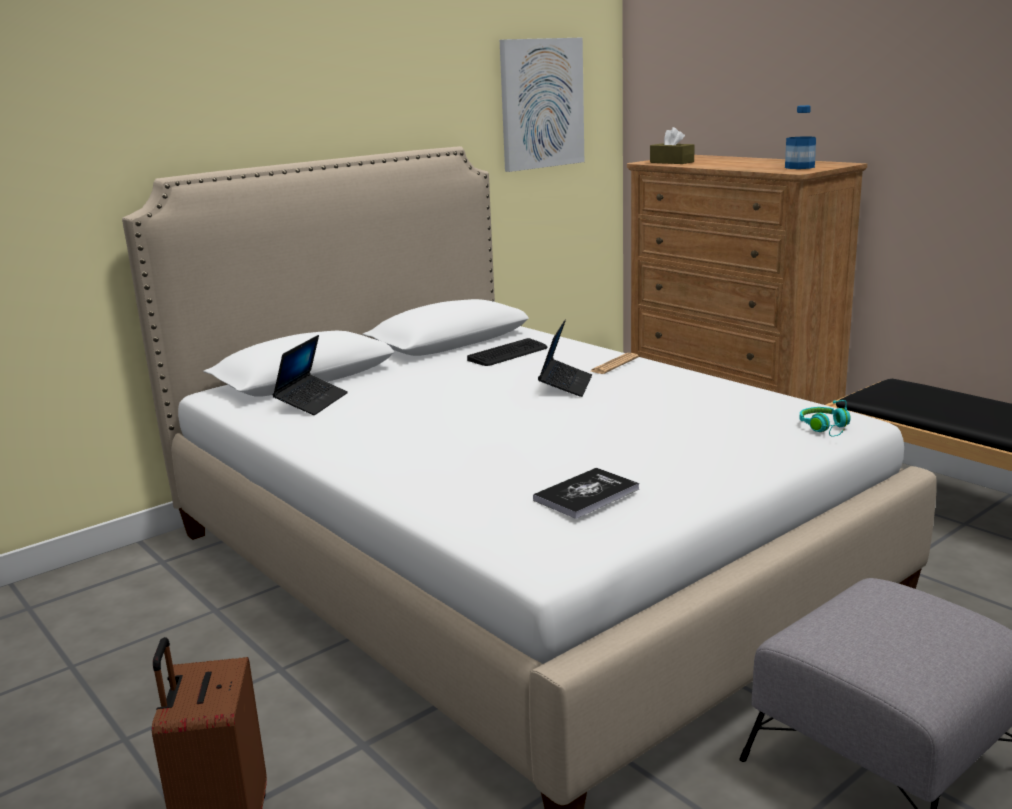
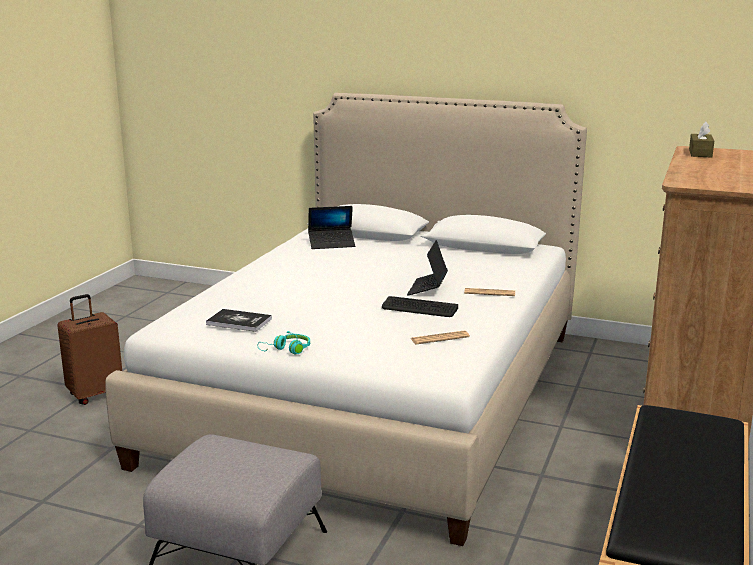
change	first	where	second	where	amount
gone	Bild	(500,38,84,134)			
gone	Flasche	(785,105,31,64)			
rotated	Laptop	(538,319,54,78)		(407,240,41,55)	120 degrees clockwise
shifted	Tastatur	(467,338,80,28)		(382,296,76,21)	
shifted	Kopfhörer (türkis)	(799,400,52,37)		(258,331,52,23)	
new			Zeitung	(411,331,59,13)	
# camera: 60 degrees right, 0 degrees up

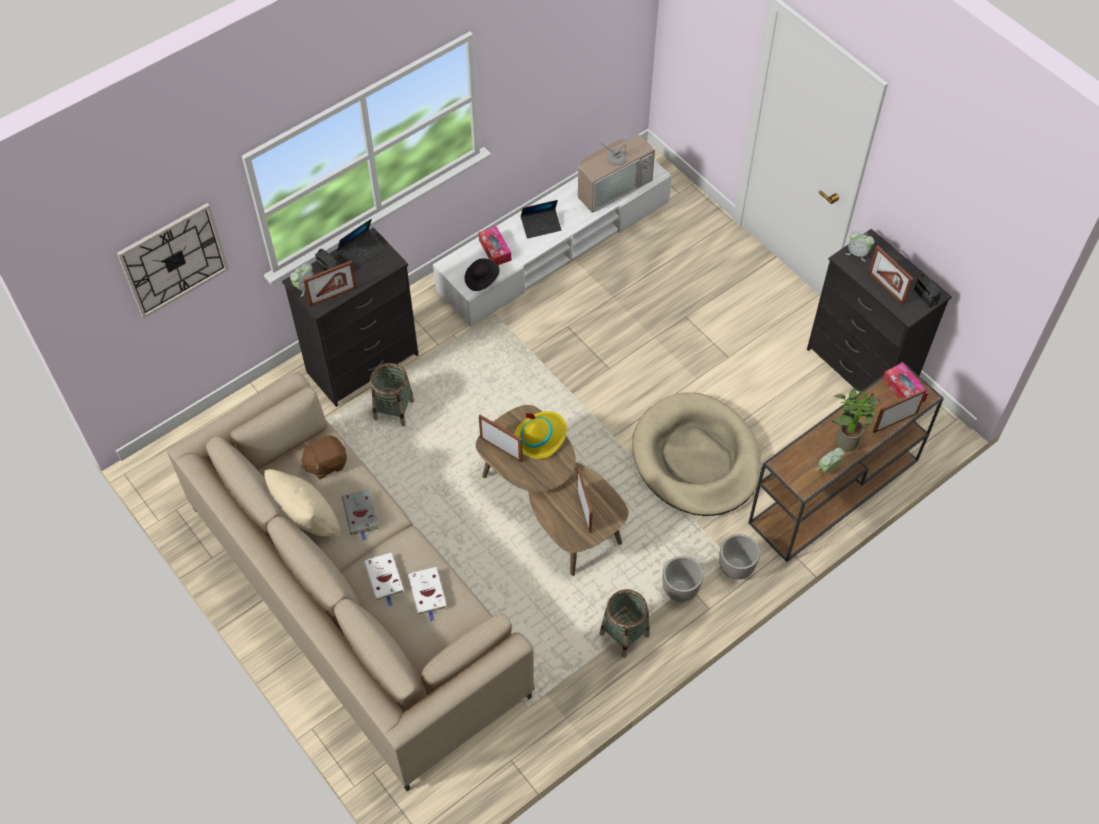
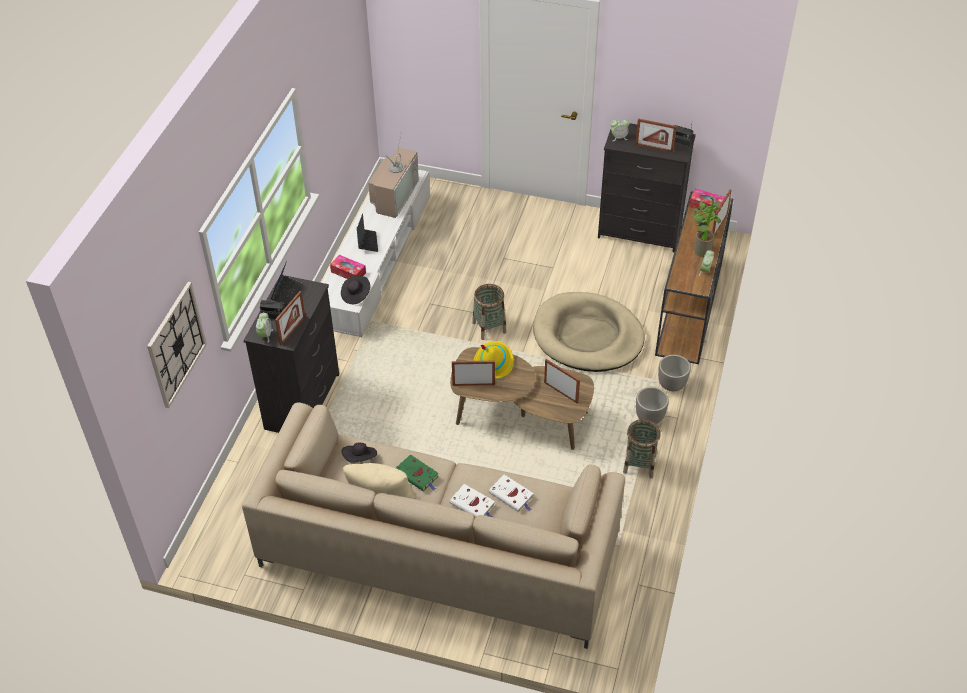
change	first	where	second	where	amount
rotated	Laptop	(521,200,41,39)		(357,214,21,38)	45 degrees counterclockwise
shifted	Korb	(370,363,44,63)		(472,284,35,56)	
swapped	Plüschtier (braun)	(301,436,46,43)	Hut (schwarz)	(342,443,35,20)	
repainted	Buch (grau)	(342,489,37,52)	Buch (grün)	(396,454,43,37)	
# camera: 35 degrees left, 10 degrees down

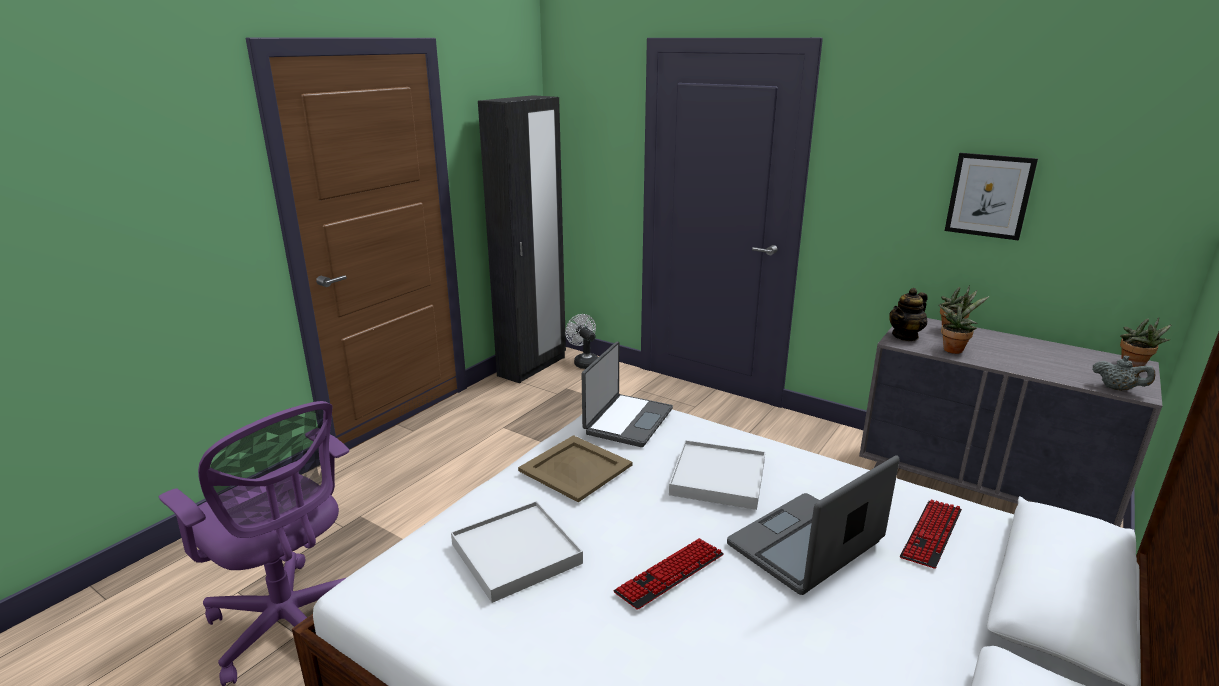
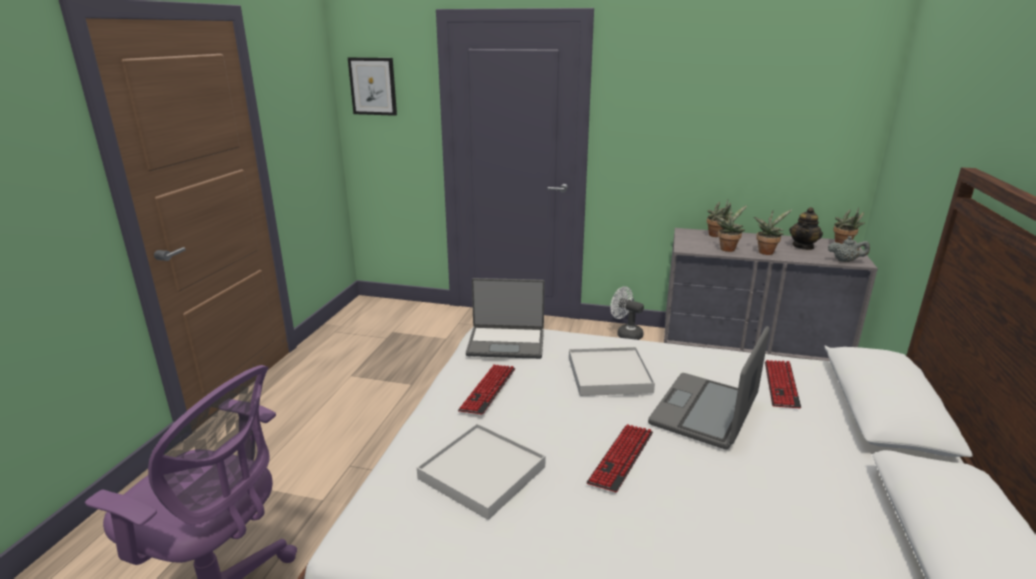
change	first	where	second	where	amount
gone	Kleiderschrank (schwarz)	(478,95,88,288)			
shifted	Bild	(945,153,93,88)		(348,57,49,59)	
shifted	Teekanne	(889,288,38,53)		(789,207,34,43)	
shifted	Ventilator (weiß)	(565,314,33,55)		(610,286,34,54)	
rotated	Laptop	(582,341,91,106)		(466,278,79,81)	90 degrees clockwise
swapped	Tablett (beige)	(518,435,114,67)	Tastatur	(458,365,57,50)	
new			Topfpflanze	(754,209,38,46)	
# camera: 20 degrees left, 0 degrees up

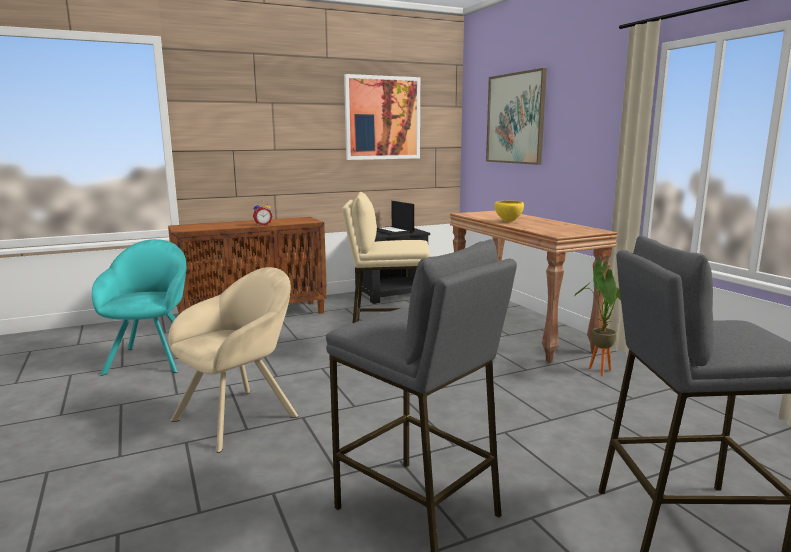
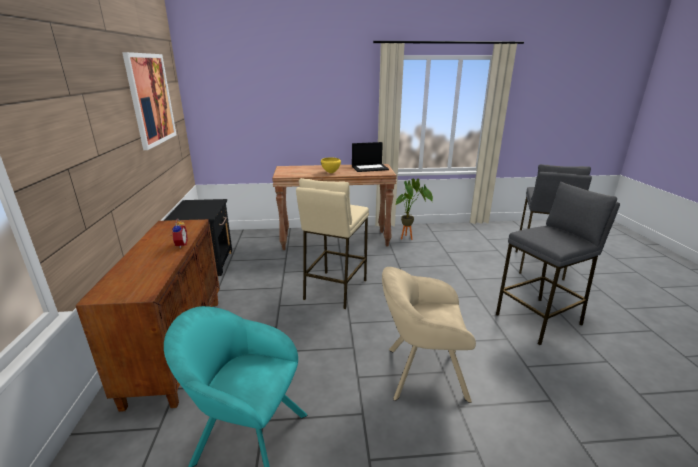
change	first	where	second	where	amount
gone	Bild	(486,68,61,97)			
shifted	Laptop	(377,201,37,34)		(352,142,37,30)	
rotated	Sessel (beige)	(168,267,130,186)		(382,267,94,136)	60 degrees counterclockwise
# camera: 70 degrees left, 10 degrees up

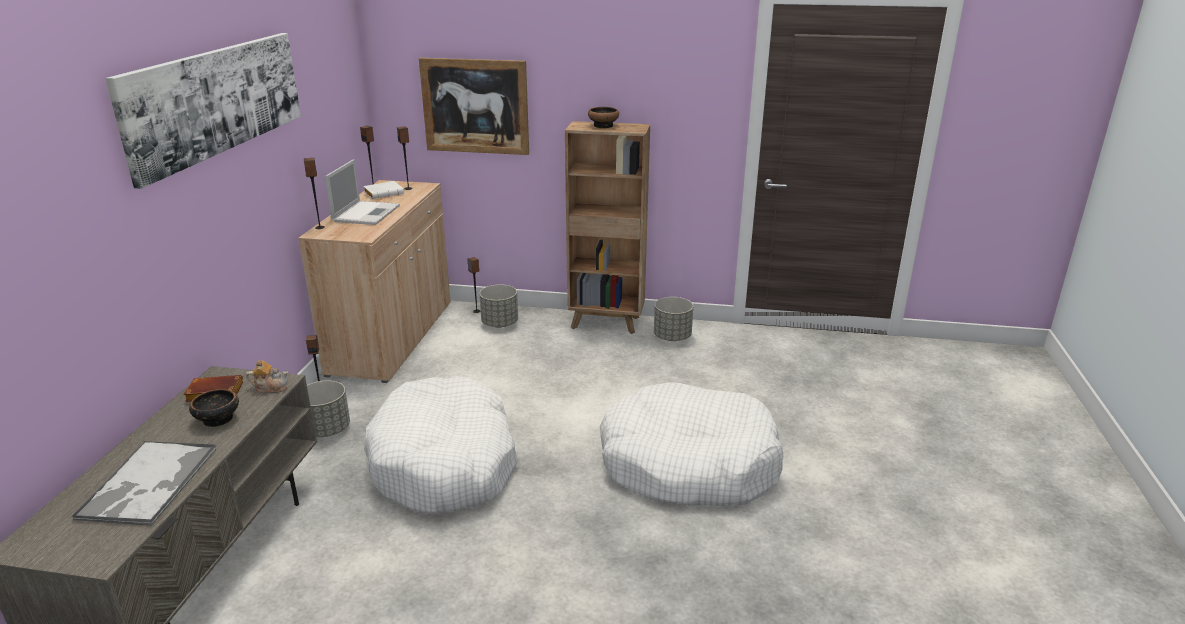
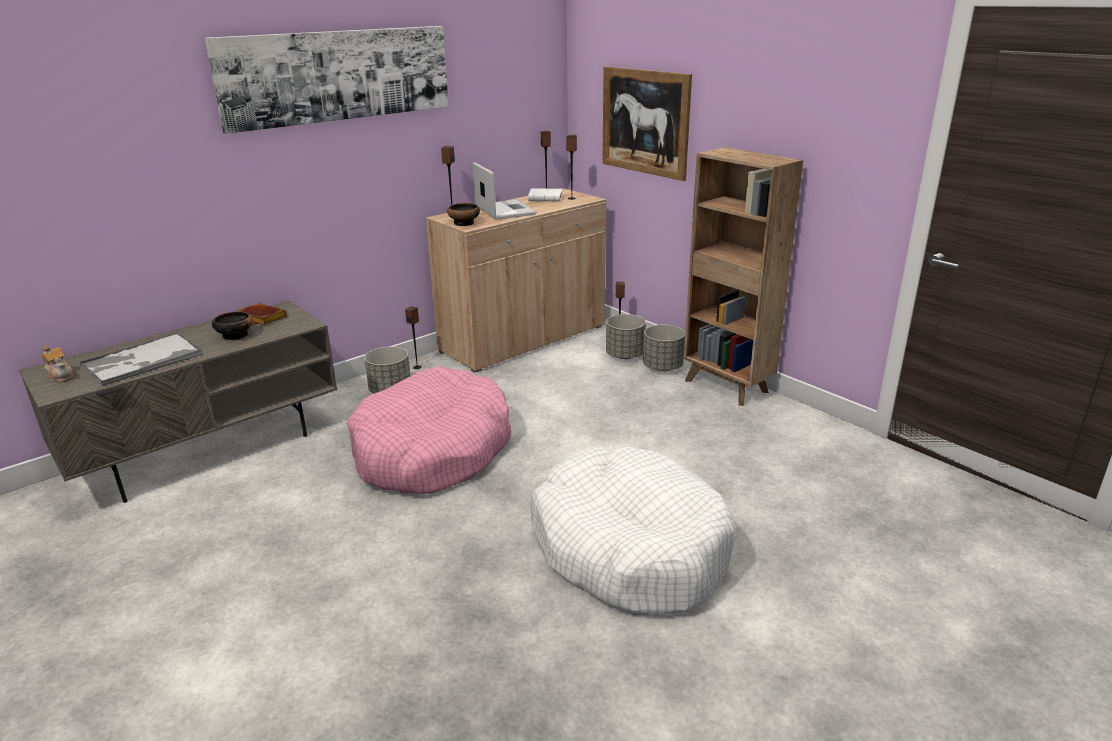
change	first	where	second	where	amount
shifted	Schüssel	(588,107,31,21)		(447,203,33,23)	
rotated	Laptop	(325,159,75,66)		(472,162,65,58)	75 degrees counterclockwise
shifted	Pflanzkübel (grau)	(654,297,39,44)		(643,325,42,46)	
shifted	Teekanne	(246,360,42,33)		(41,345,33,37)	
repainted	Hundebett (weiß)	(364,376,154,137)	Hundebett (rosa)	(347,367,164,127)	
# camera: 40 degrees right, 0 degrees up

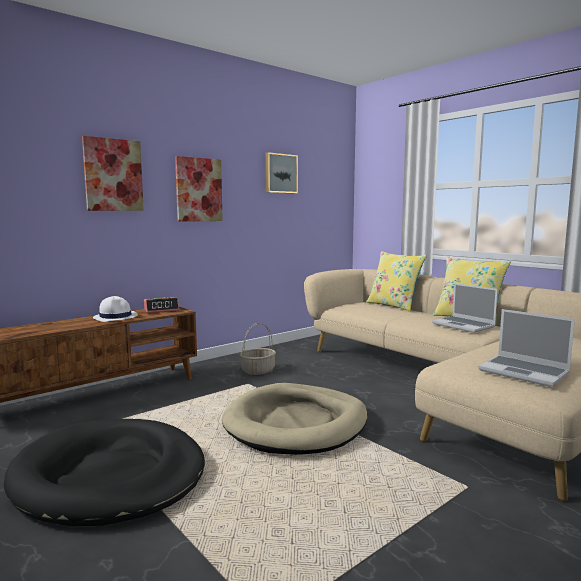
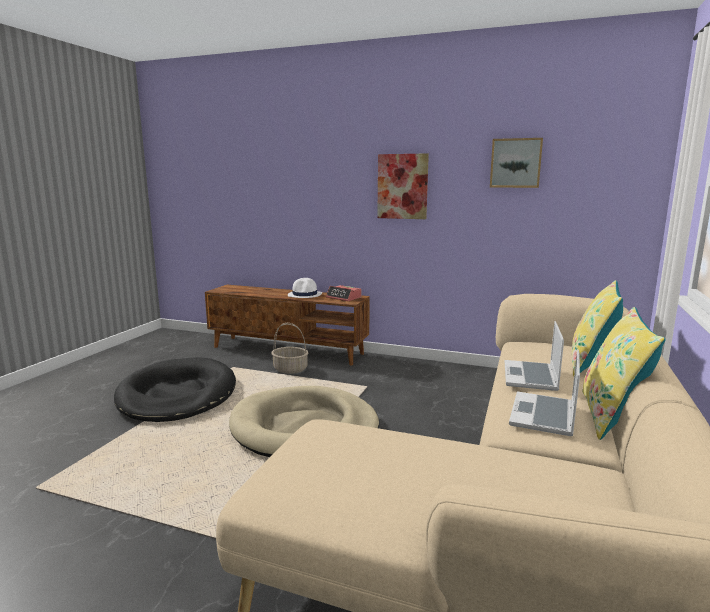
change	first	where	second	where	amount
gone	Bild	(82,136,62,75)			
shifted	Laptop	(478,309,97,78)		(505,321,59,70)	
shifted	Korb	(240,323,36,52)		(271,323,37,51)	
# camera: 60 degrees right, 5 degrees up

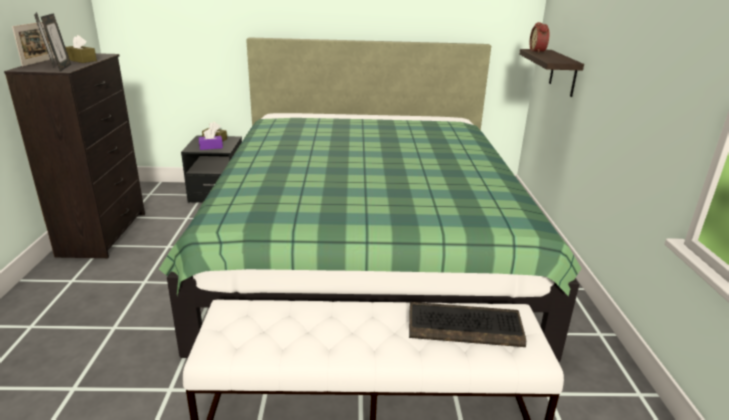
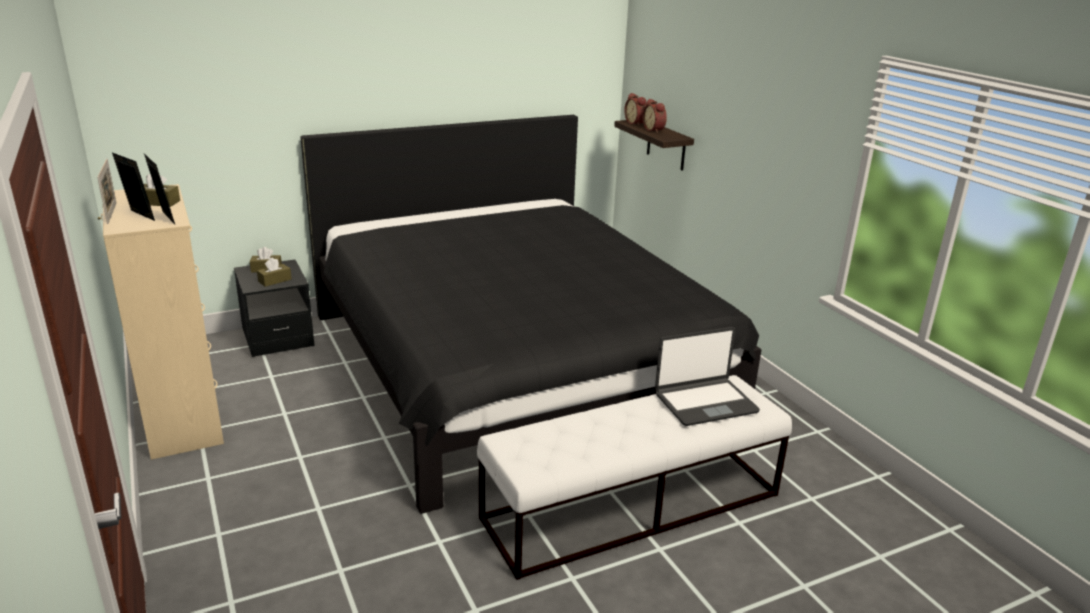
change	first	where	second	where	amount
repainted	Bett (grün)	(159,37,423,325)	Bett (schwarz)	(300,115,461,399)	
repainted	Kommode (schwarz)	(4,53,141,205)	Kommode (beige)	(98,184,126,276)	
repainted	Taschentuchbox (lila)	(199,129,24,21)	Taschentuchbox (braun)	(257,258,35,29)	
swapped	Tastatur	(409,302,117,45)	Laptop	(655,327,105,99)	
new			Wecker	(643,99,24,34)	
# camera: 25 degrees left, 0 degrees up

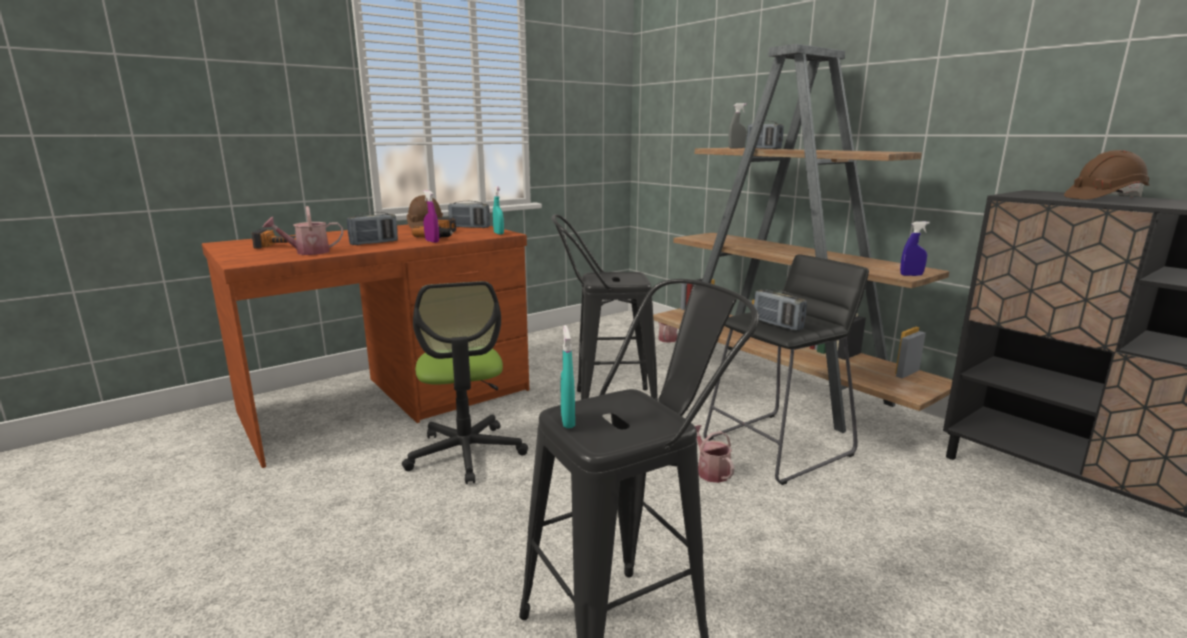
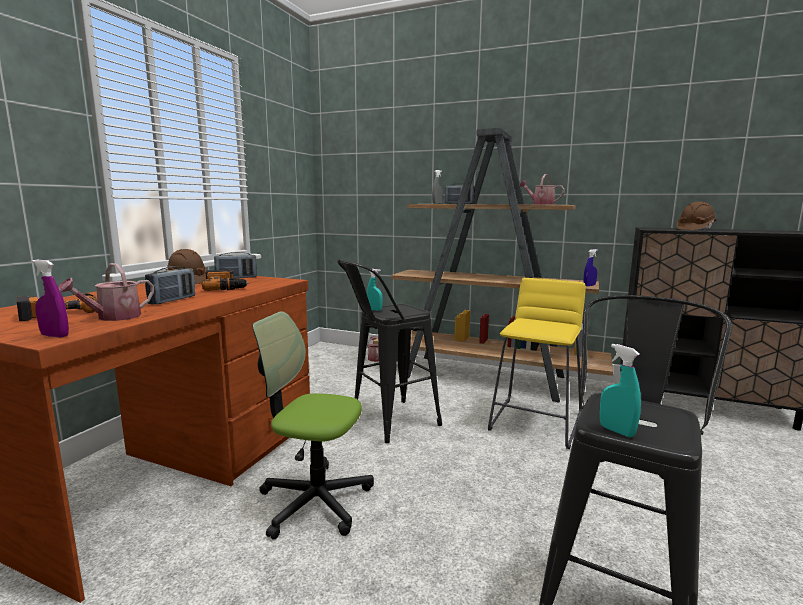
change	first	where	second	where	amount
shifted	Sprühflasche (türkis)	(493,186,11,49)		(367,269,16,42)	
shifted	Sprühflasche (lila)	(423,190,16,53)		(32,260,37,78)	
repainted	Hocker (schwarz)	(703,254,166,231)	Hocker (gelb)	(488,278,98,171)	
rotated	Bürostuhl	(402,281,126,203)		(252,311,122,229)	150 degrees clockwise
gone	Radio	(754,290,53,41)			
shifted	Gießkanne	(695,425,39,58)		(519,174,46,31)	
# camera: 30 degrees left, 5 degrees down

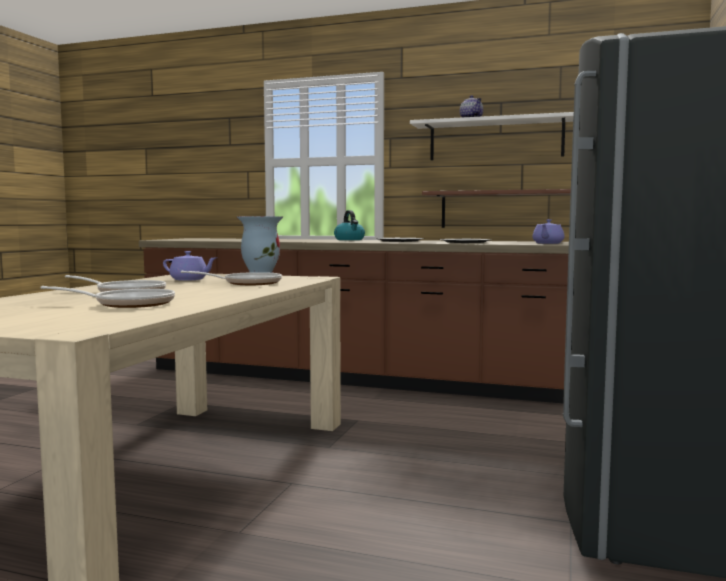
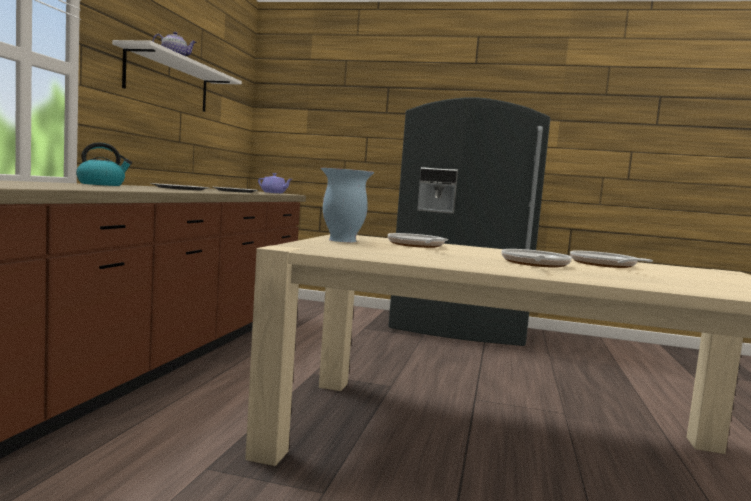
change	first	where	second	where	amount
gone	Wandregal (braun)	(422,189,149,39)			
gone	Teekanne (lila)	(163,251,53,30)			
# camera: 95 degrees left, 0 degrees up

